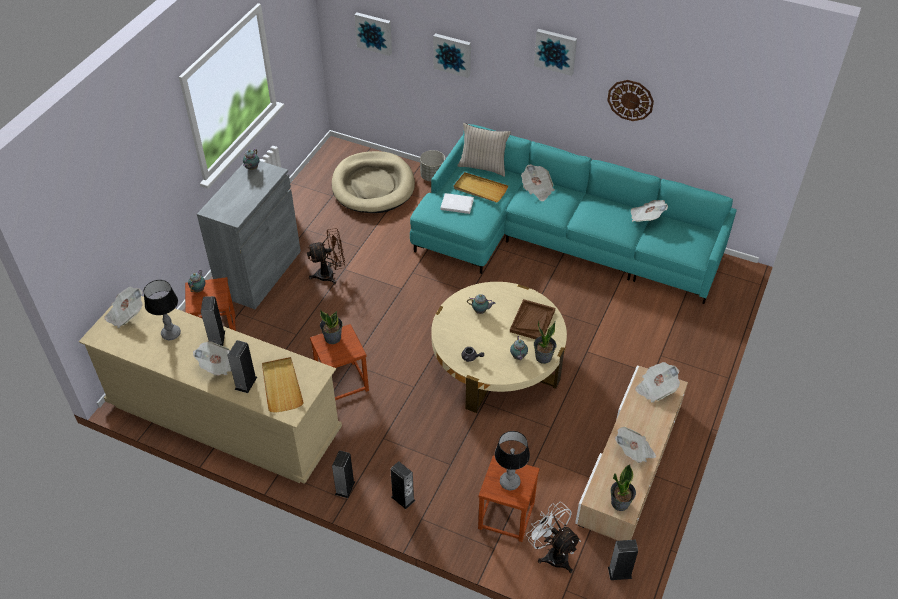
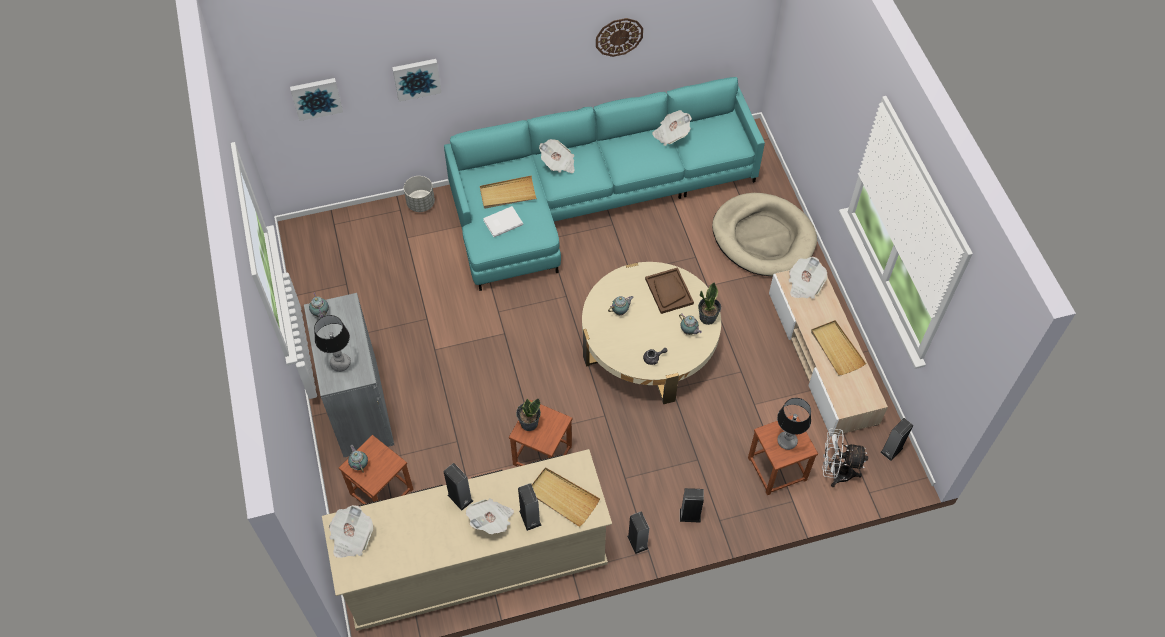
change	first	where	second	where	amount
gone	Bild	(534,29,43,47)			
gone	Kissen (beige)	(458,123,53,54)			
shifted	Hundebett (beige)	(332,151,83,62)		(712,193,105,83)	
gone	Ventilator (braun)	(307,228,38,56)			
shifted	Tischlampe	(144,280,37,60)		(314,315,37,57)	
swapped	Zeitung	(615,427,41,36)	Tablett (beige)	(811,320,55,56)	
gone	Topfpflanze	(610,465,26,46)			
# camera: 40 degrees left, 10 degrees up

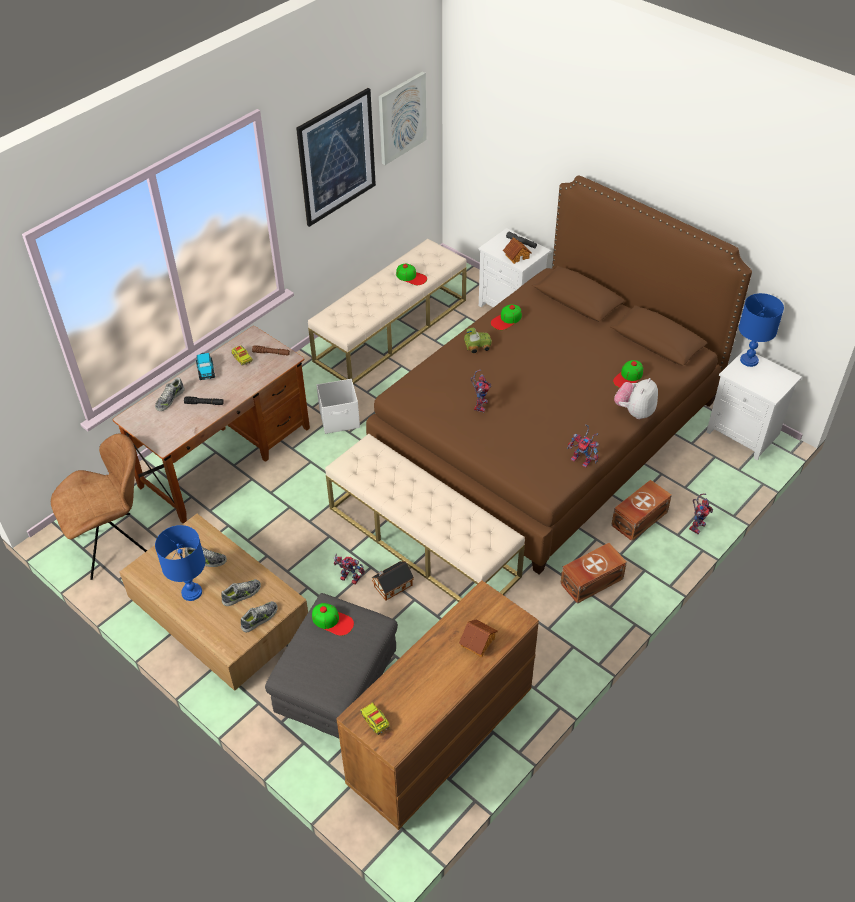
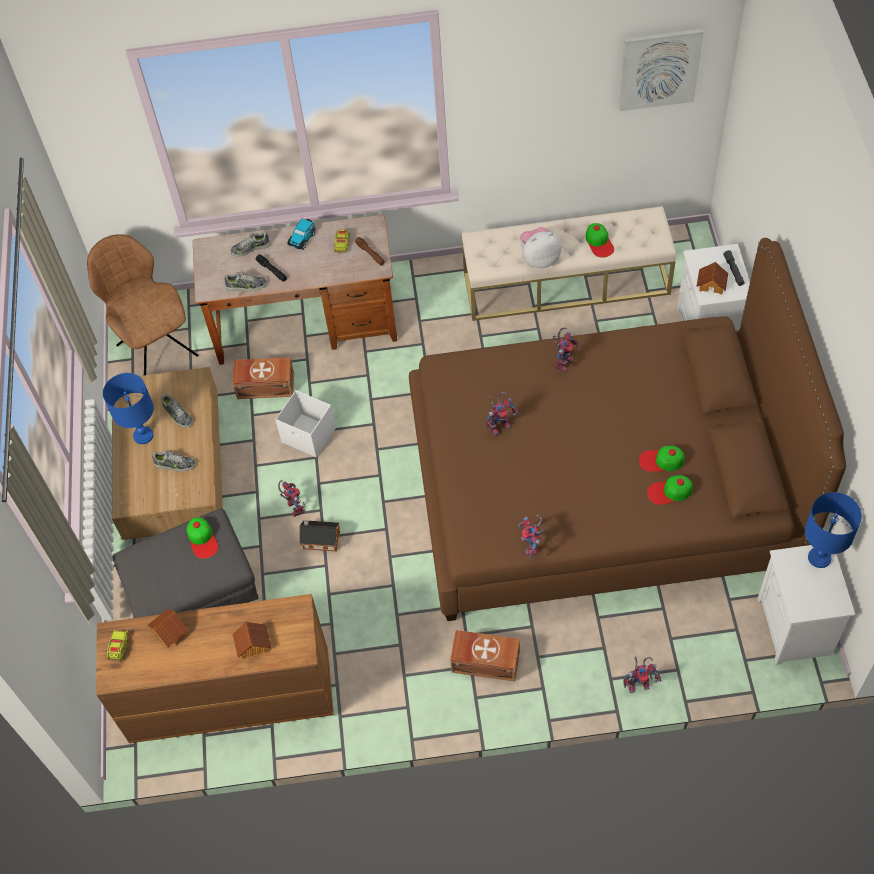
change	first	where	second	where	amount
gone	Bild	(296,88,80,139)			
shifted	Kappe	(491,304,31,26)		(639,446,46,26)	
swapped	Spielzeugauto	(464,328,28,25)	Spielzeugroboter	(553,327,25,45)	
shifted	Plüschtier	(614,378,44,41)		(520,227,42,41)	
shifted	Aufbewahrungsbox (weiß)	(317,379,43,55)		(275,390,61,67)	
rotated	Stuhl (braun)	(51,433,96,147)		(87,234,112,141)	135 degrees counterclockwise
gone	Bank (beige)	(325,434,200,168)			
shifted	Aufbewahrungsbox (braun)	(611,480,61,61)		(232,357,62,42)	
shifted	Schuh	(241,601,37,31)		(225,272,42,19)	
new			Spielzeughaus	(147,609,41,39)	
# camera: 45 degrees right, 10 degrees up

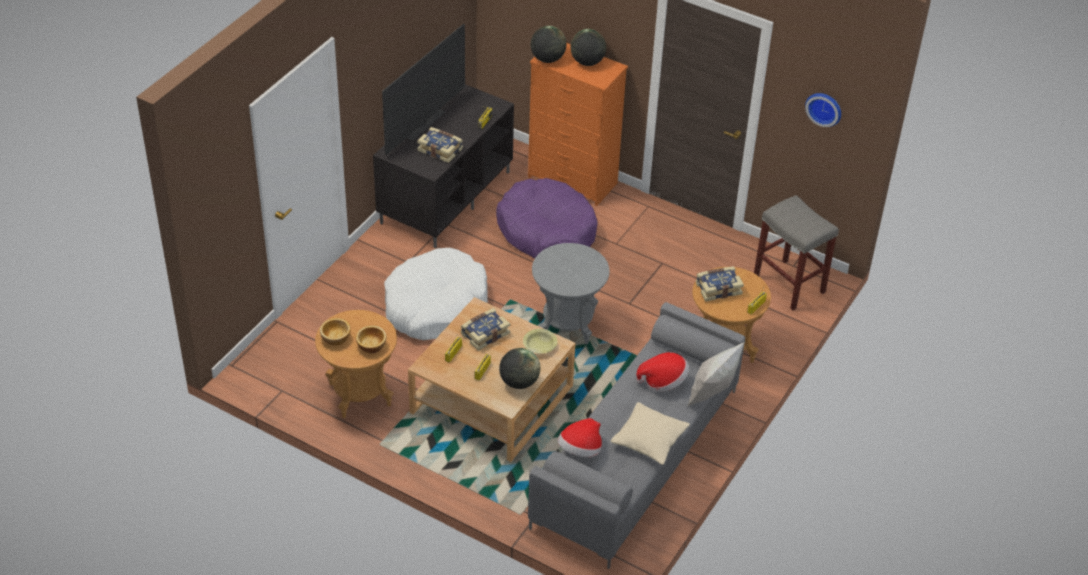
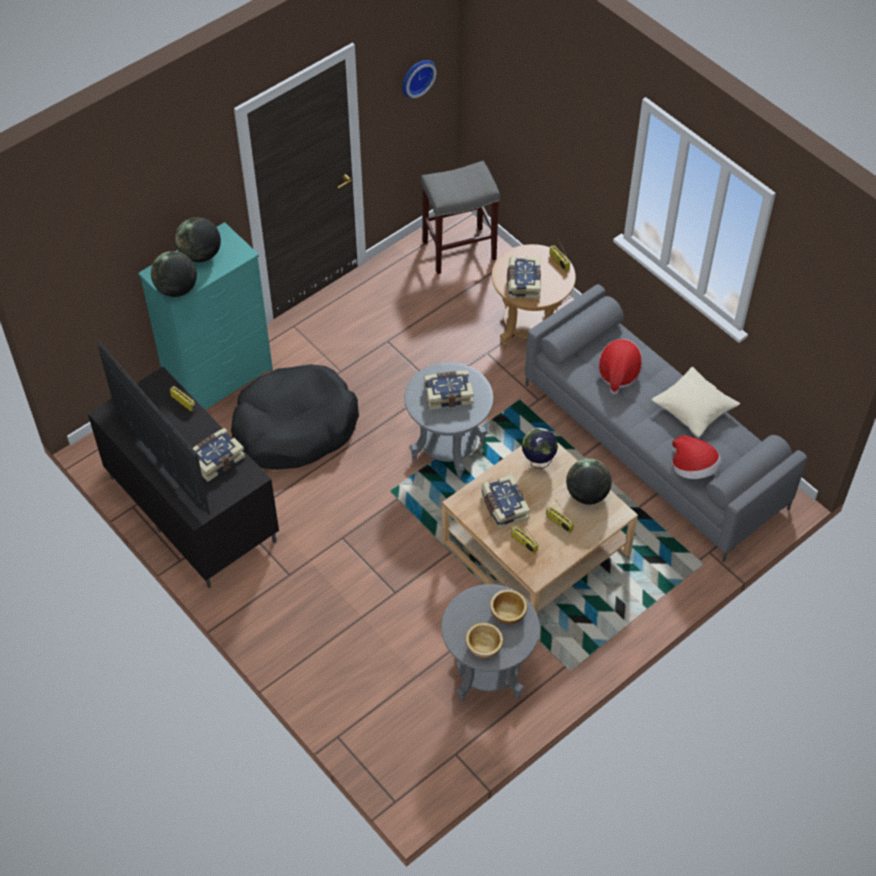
change	first	where	second	where	amount
repainted	Kommode (orange)	(528,43,100,163)	Kommode (türkis)	(138,222,135,188)	
repainted	Hundebett (lila)	(496,178,101,80)	Hundebett (schwarz)	(231,364,128,105)	
gone	Hundebett (weiß)	(384,248,104,92)			
repainted	Beistelltisch (braun)	(315,310,82,108)	Beistelltisch (grau)	(441,584,99,117)	
swapped	Schüssel (gelb)	(523,329,35,25)	Globus	(522,428,36,41)	
gone	Kissen (weiß)	(687,342,58,65)			
new			Buch	(424,370,50,40)	
# camera: 70 degrees left, 10 degrees up

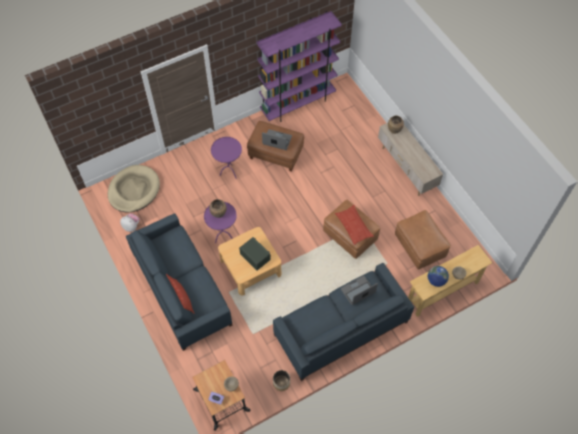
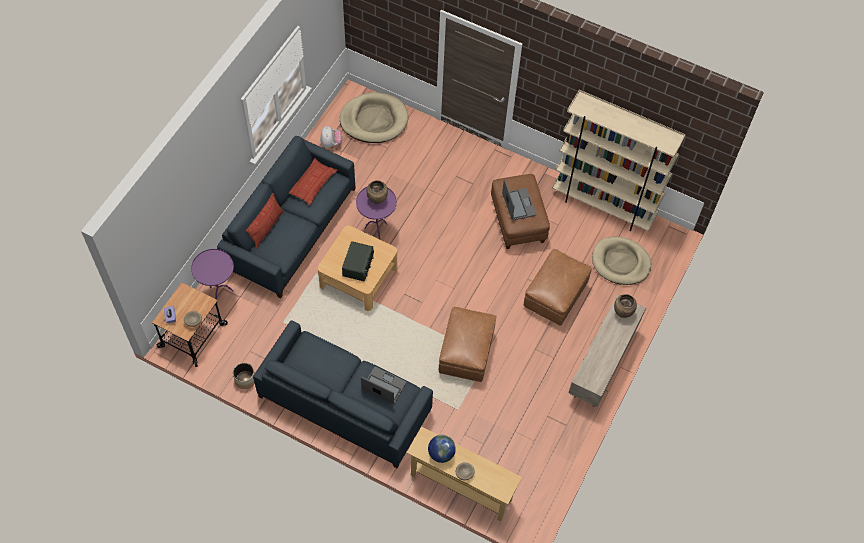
change	first	where	second	where	amount
repainted	Bücherregal (lila)	(257,11,85,111)	Bücherregal (beige)	(552,90,134,141)	
shifted	Beistelltisch (lila)	(211,137,31,42)		(191,249,43,51)	
shifted	Kissen	(335,205,39,40)		(289,158,48,48)	
shifted	Polsterhocker (braun)	(395,210,56,59)		(524,249,68,77)	
new			Hundebett (beige)	(592,237,59,48)	
# camera: 55 degrees right, 0 degrees up

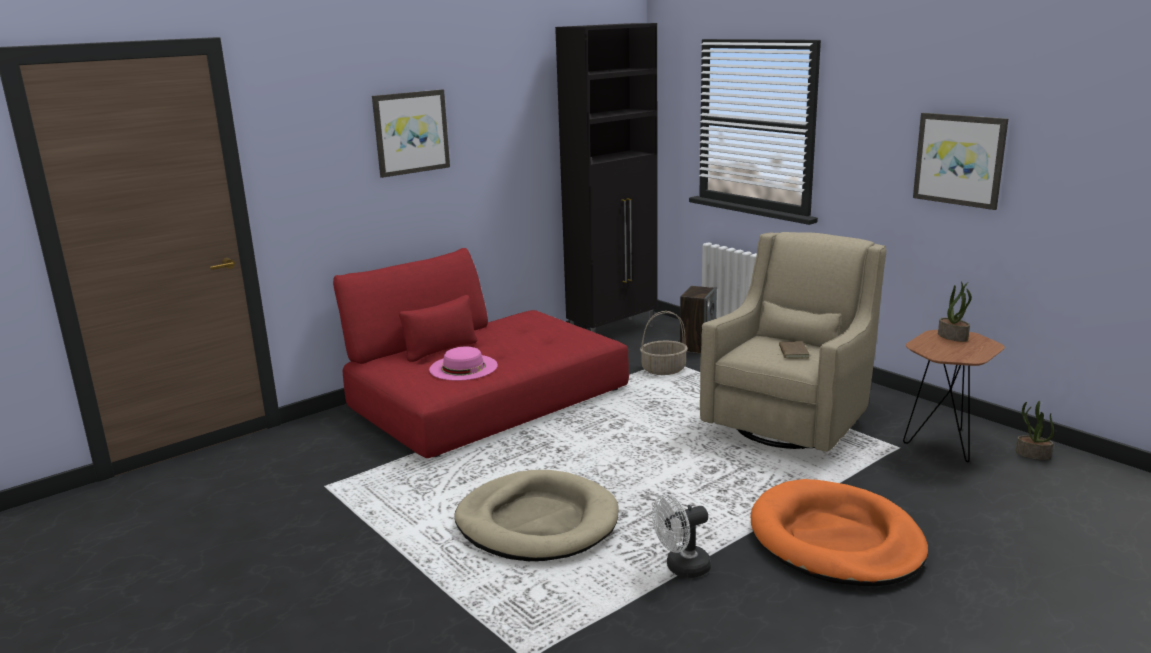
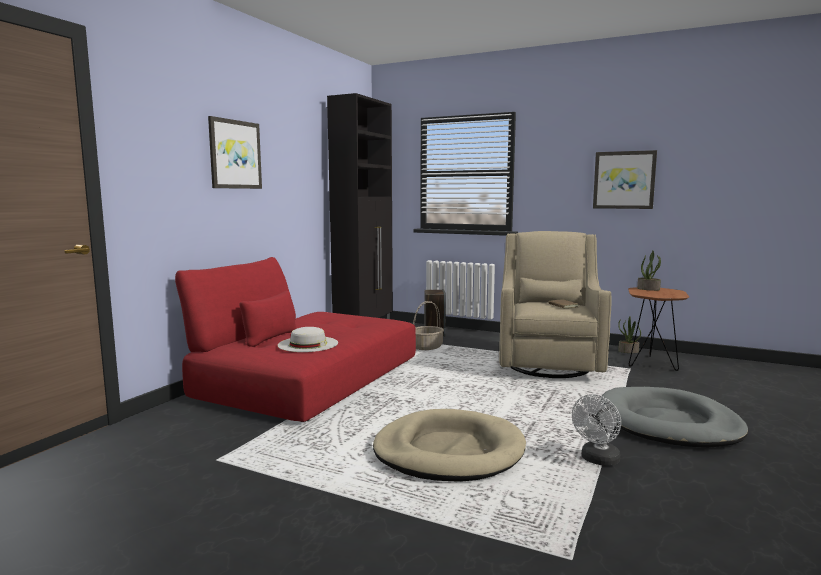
change	first	where	second	where	amount
repainted	Hut (rosa)	(429,347,69,33)	Hut (weiß)	(278,327,60,25)	
shifted	Topfpflanze	(1016,401,38,59)		(618,316,23,37)	
repainted	Hundebett (orange)	(751,479,177,107)	Hundebett (grau)	(600,387,148,61)	
# camera: 25 degrees left, 10 degrees down

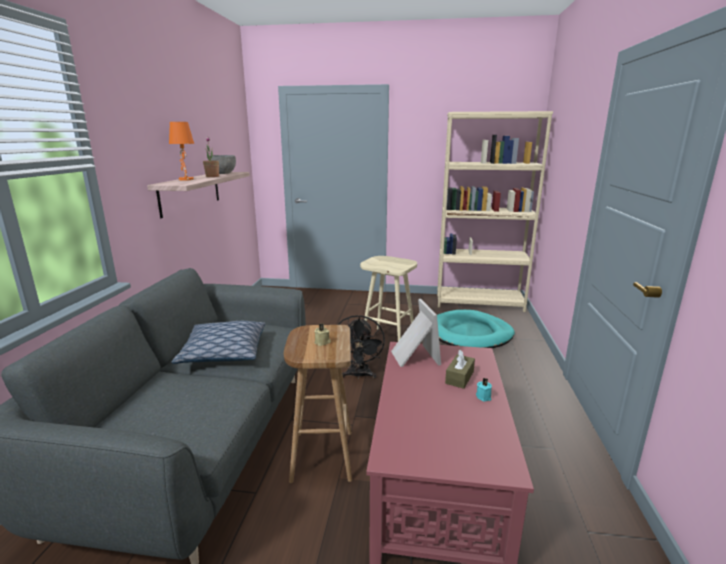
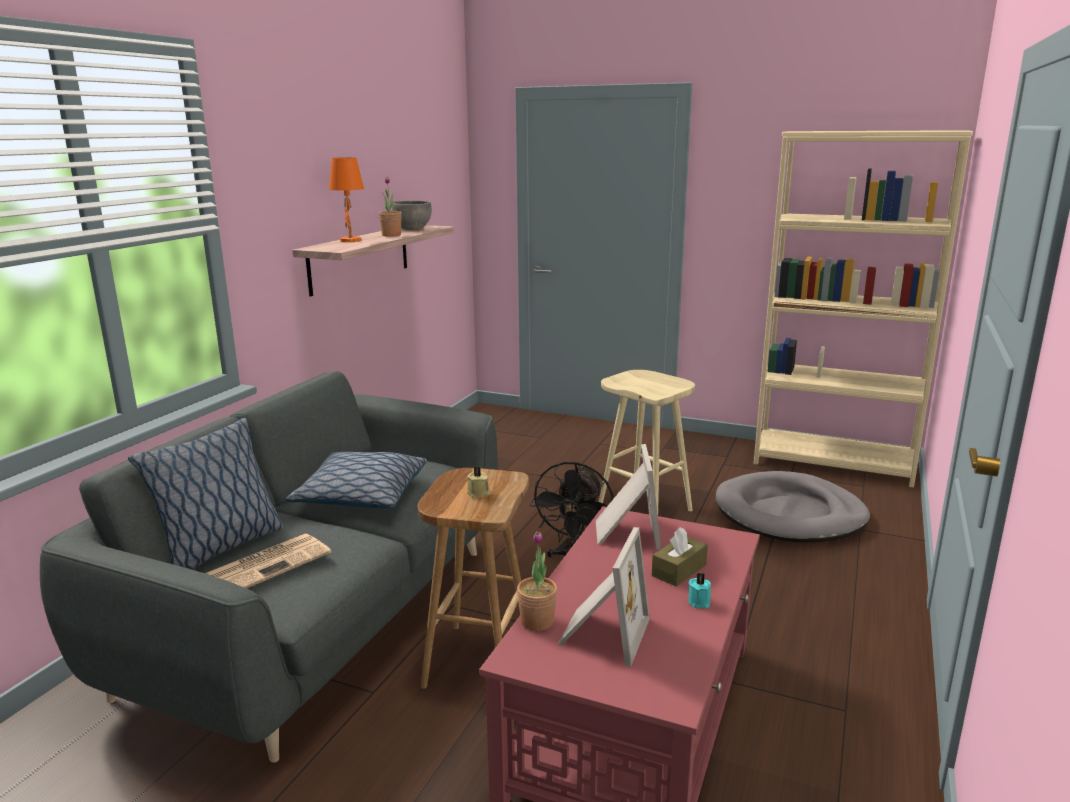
change	first	where	second	where	amount
repainted	Hundebett (türkis)	(437,310,78,38)	Hundebett (grau)	(716,471,154,71)	
new			Kissen	(128,418,156,151)	
new			Bilderrahmen	(558,527,92,140)	
new			Topfpflanze	(517,531,40,100)	
new			Zeitung	(205,534,126,55)	
# camera: 15 degrees right, 0 degrees up

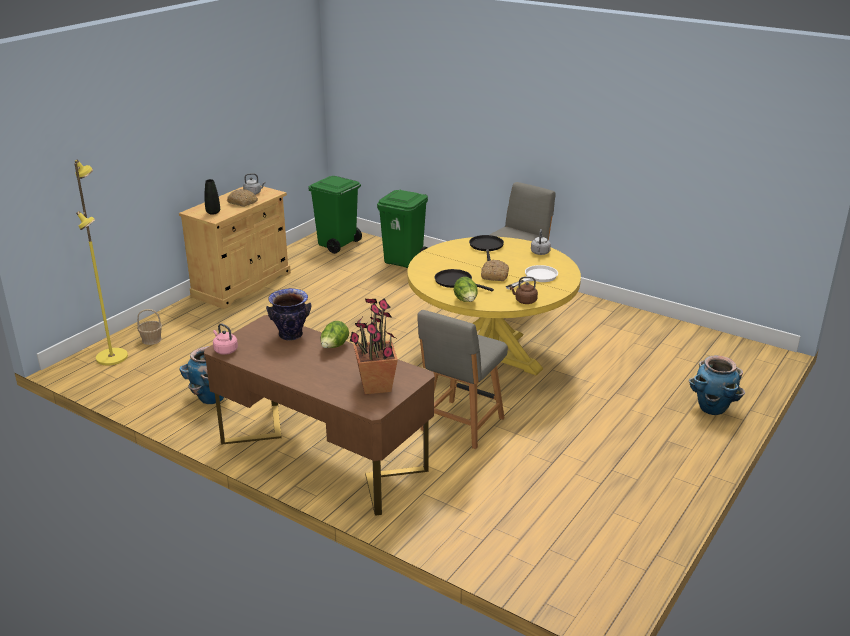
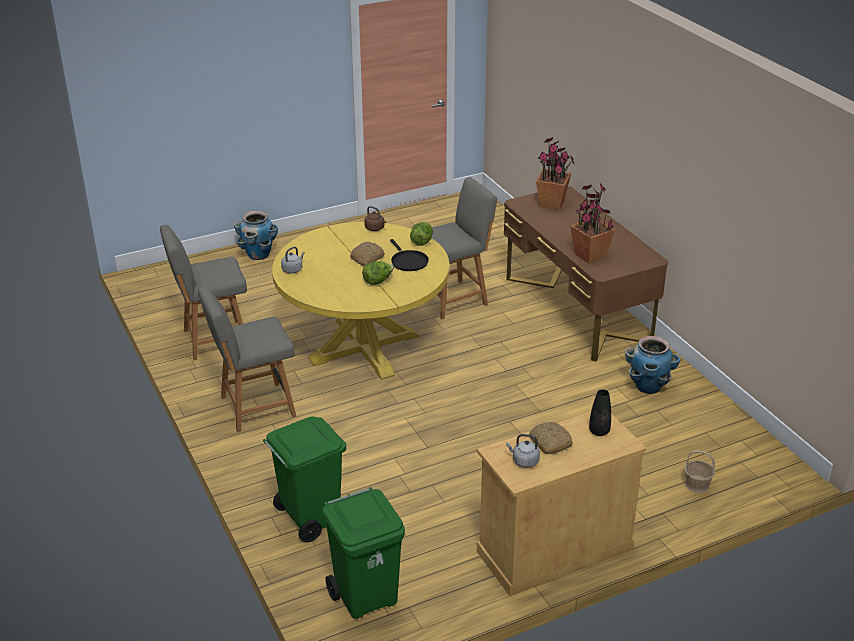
change	first	where	second	where	amount
gone	Stehlampe (gelb)	(74,160,54,205)			
gone	Pfanne (schwarz)	(469,235,35,26)			
gone	Pfanne (weiß)	(506,265,52,25)			
swapped	Vase	(266,288,45,53)	Topfpflanze	(570,183,45,80)	
shifted	Salatkopf	(320,321,29,27)		(362,261,32,24)	
gone	Wasserkessel (rosa)	(213,324,25,31)			
new			Stuhl (grau)	(160,225,87,136)	
# camera: 150 degrees left, 5 degrees up

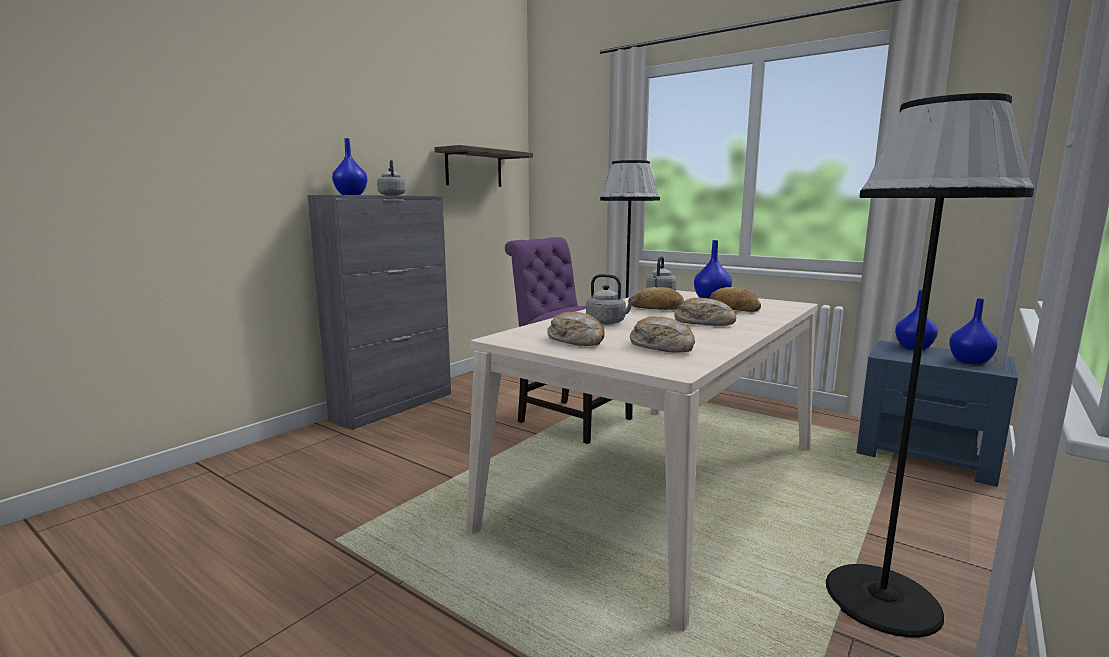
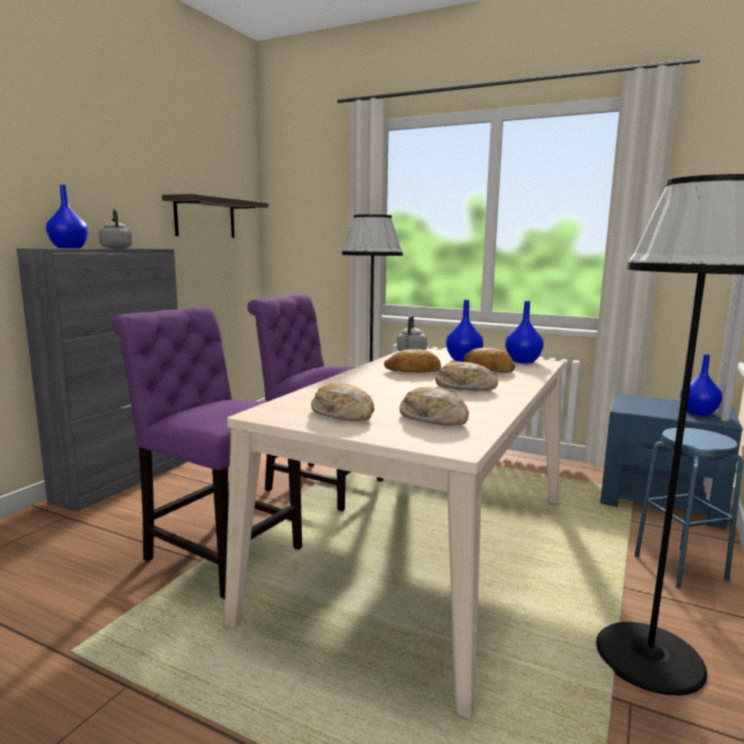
change	first	where	second	where	amount
gone	Wasserkessel (grau)	(586,274,50,51)			
shifted	Vase (blau)	(895,290,43,60)		(505,301,39,62)	
new			Stuhl (lila)	(112,306,190,293)	
new			Hocker (blau)	(635,428,108,161)	
# camera: 10 degrees left, 0 degrees up

